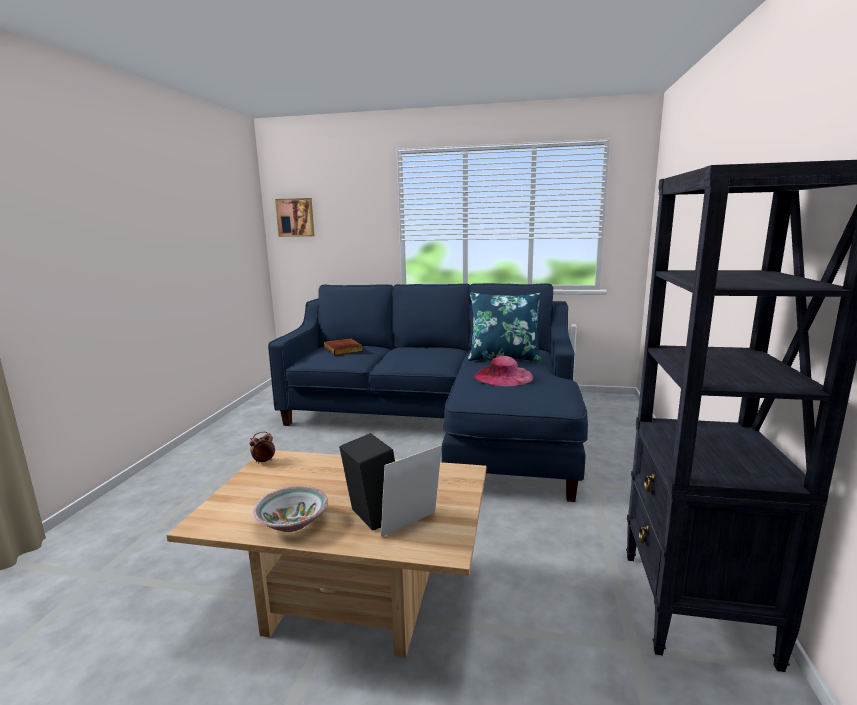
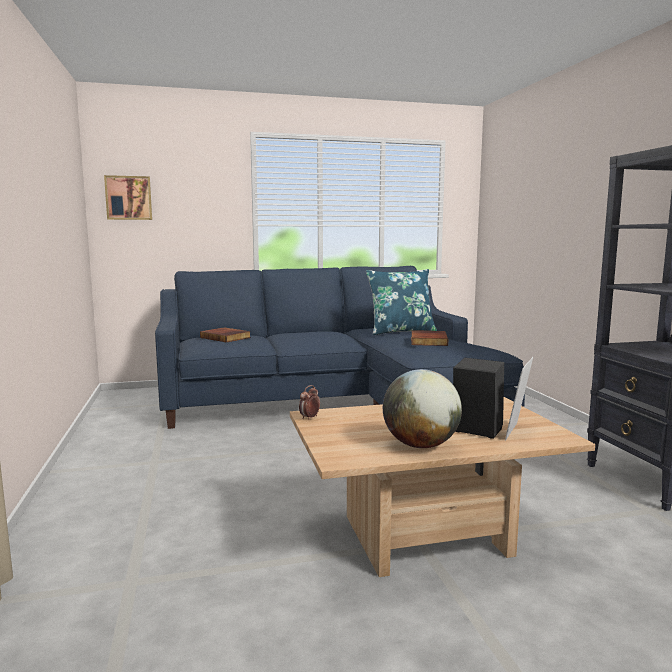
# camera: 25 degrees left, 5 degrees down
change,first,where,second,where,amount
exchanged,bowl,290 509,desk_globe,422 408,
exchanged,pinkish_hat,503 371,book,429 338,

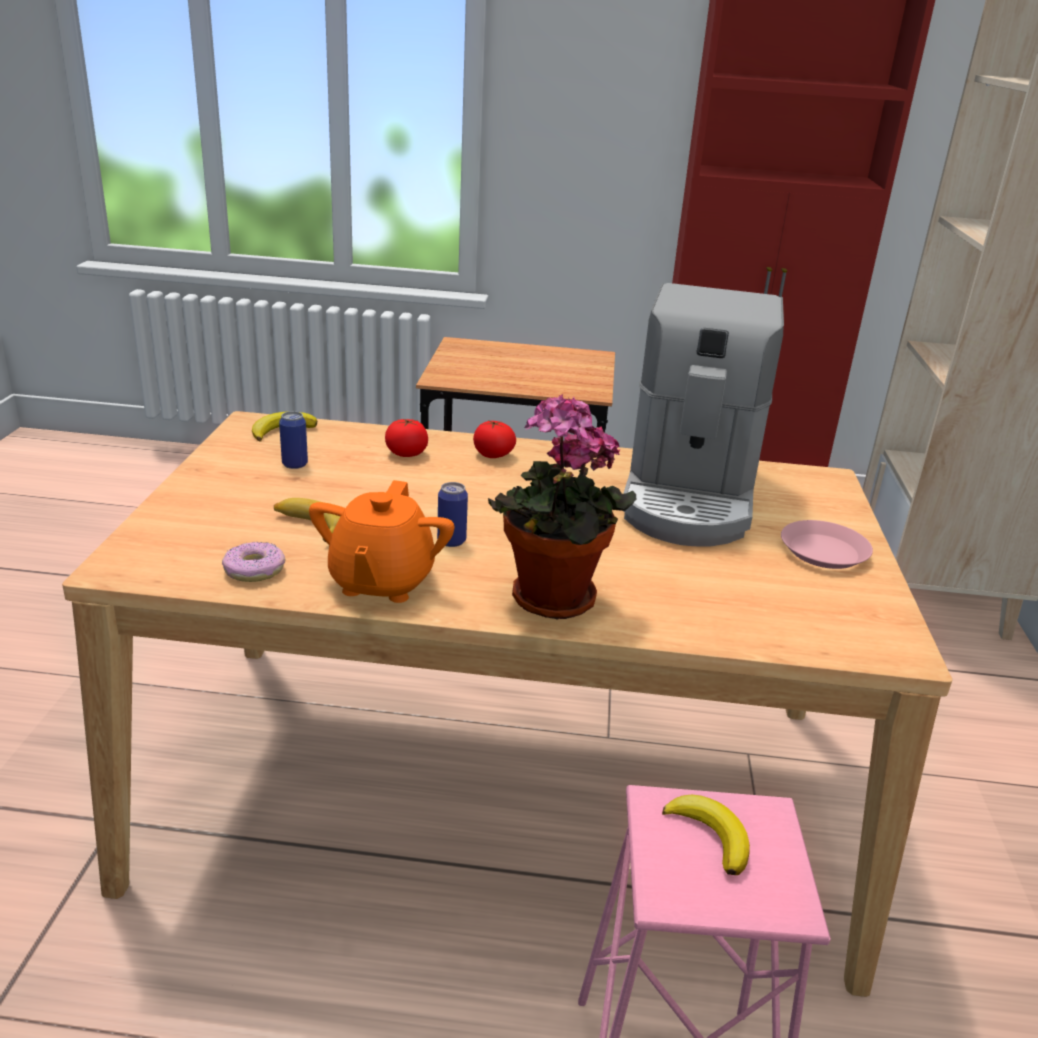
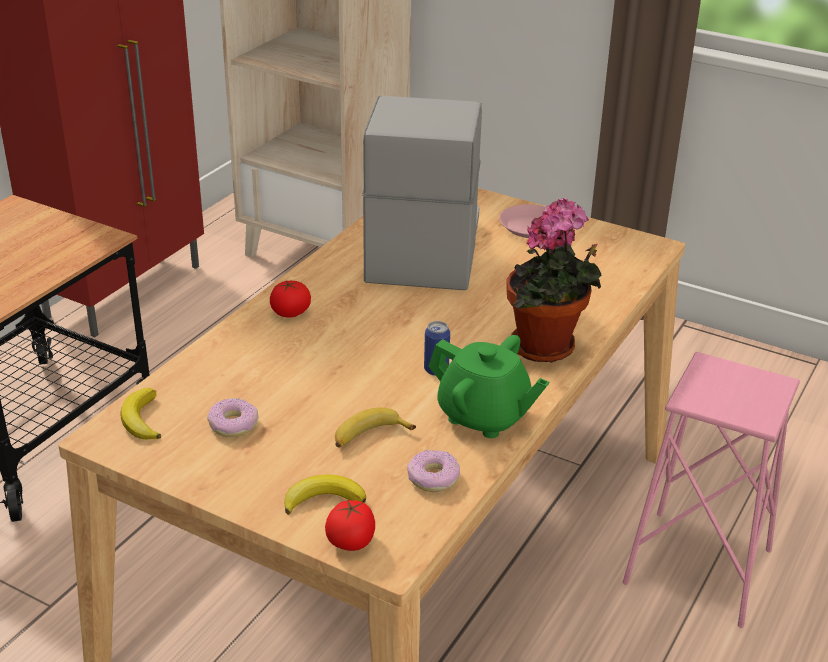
# camera: 65 degrees left, 5 degrees up
change,first,where,second,where,amount
relocated,whole_tomato,406 438,,350 525,
relocated,banana,706 834,,325 495,
exchanged,sealed_can,293 440,doughnut,233 417,
colour,orange_pot_for_tea,381 541,green_pot_for_tea,488 386,
spun,coffee_machine,703 415,,422 193,120 degrees counterclockwise

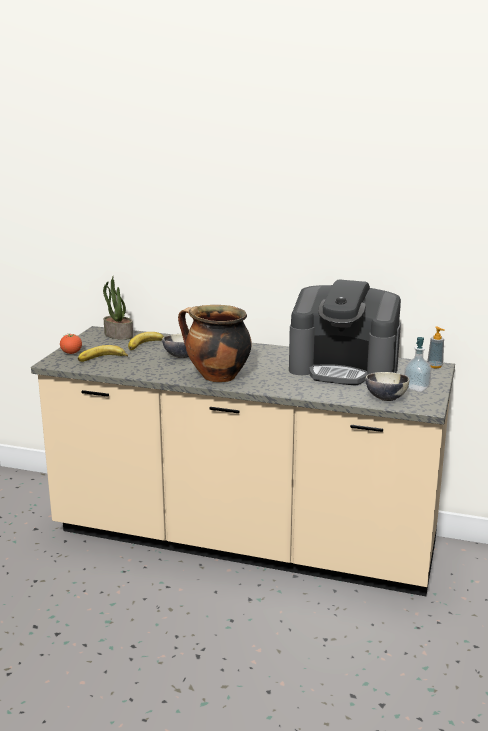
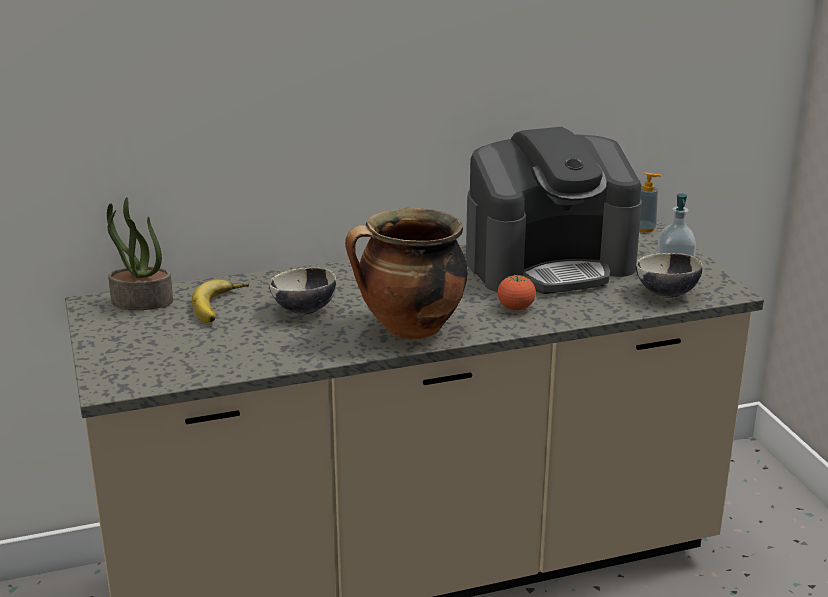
# camera: 35 degrees left, 5 degrees up
change,first,where,second,where,amount
missing,banana,103 353,,,
relocated,whole_tomato,71 344,,517 292,

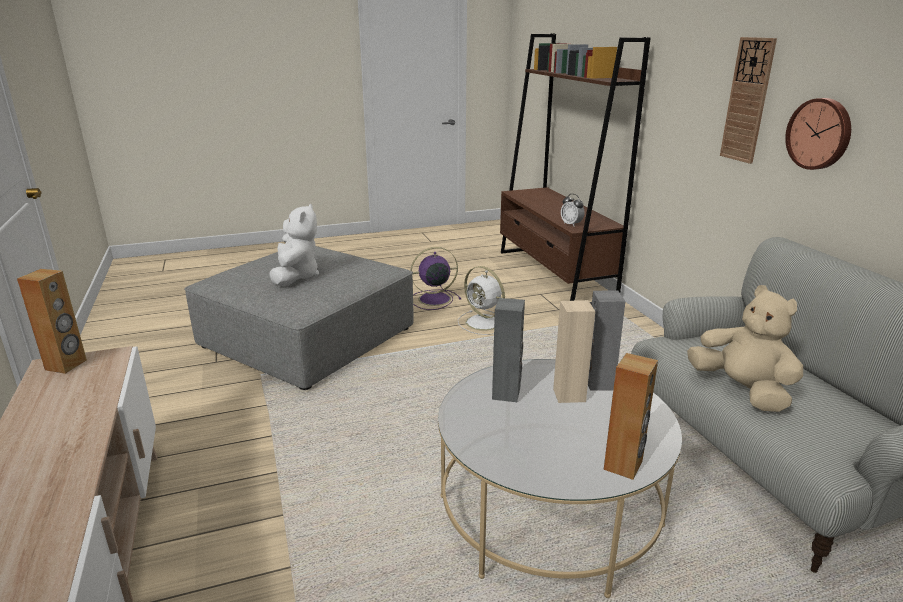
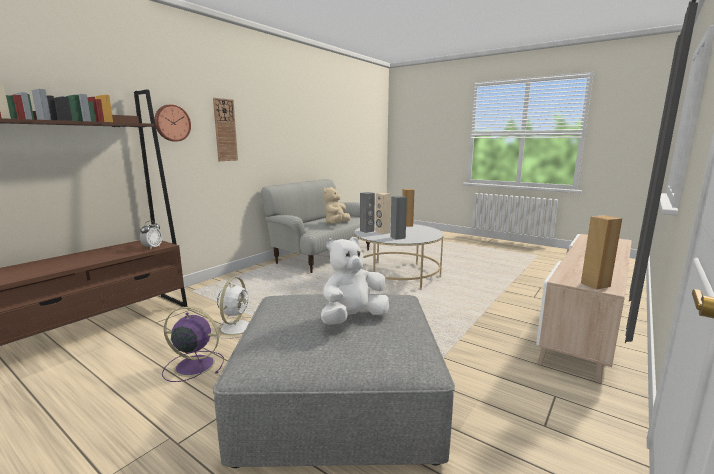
# camera: 125 degrees left, 10 degrees down
change,first,where,second,where,amount
relocated,wall_clock,818 134,,173 122,
spun,purple_electric_fan,435 278,,193 344,150 degrees clockwise

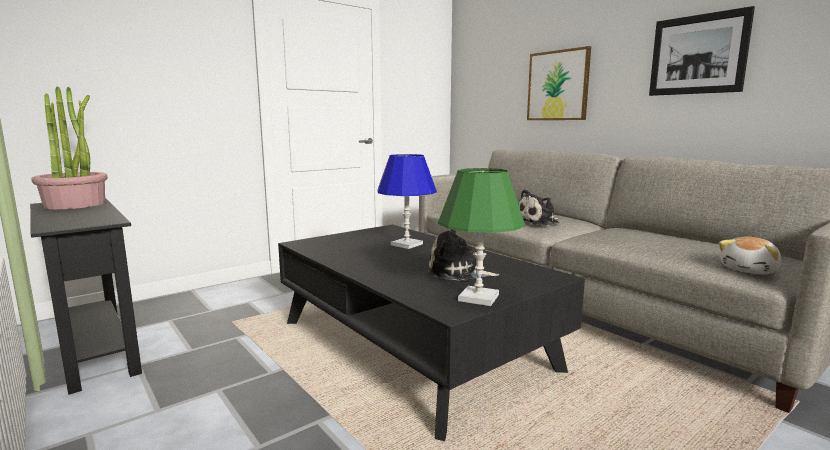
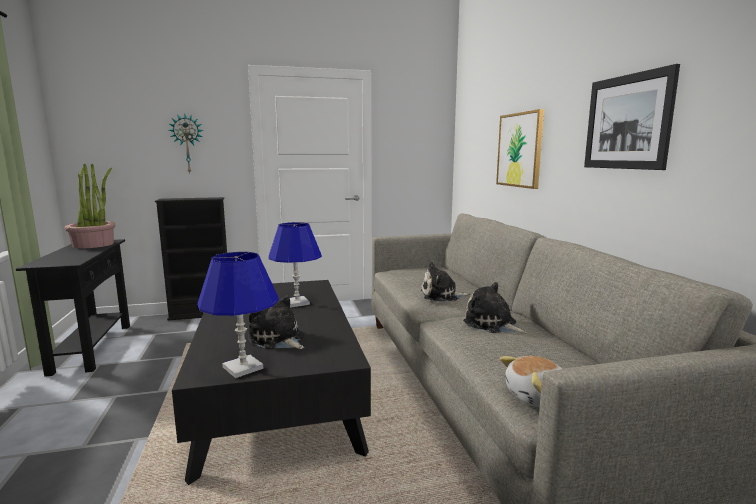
# camera: 25 degrees right, 0 degrees up
change,first,where,second,where,amount
appeared,,,black-coloured_bookcase,191 259,
appeared,,,wall_clock,185 143,
appeared,,,soft_toy,495 307,
colour,green_lamp_for_a_table,481 237,bluish_lamp_for_a_table,238 315,

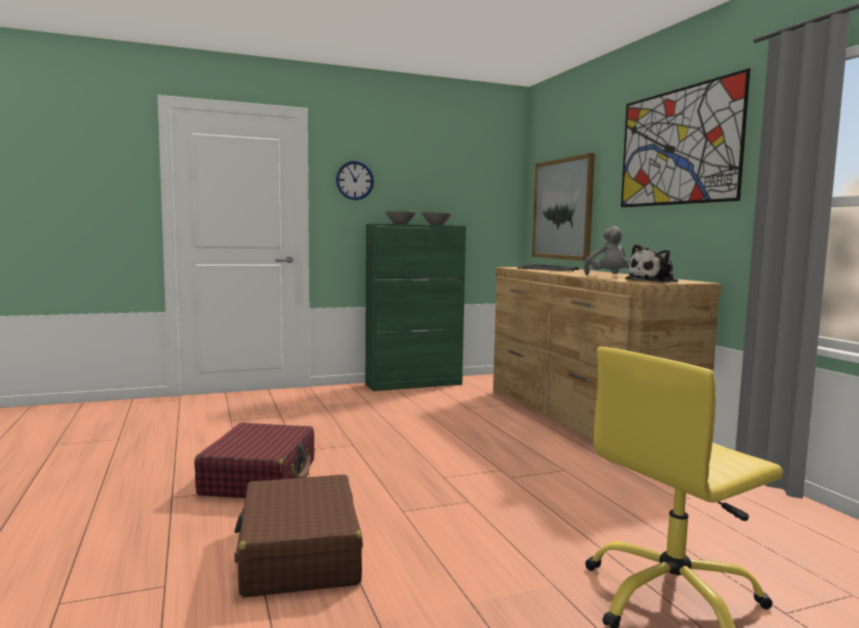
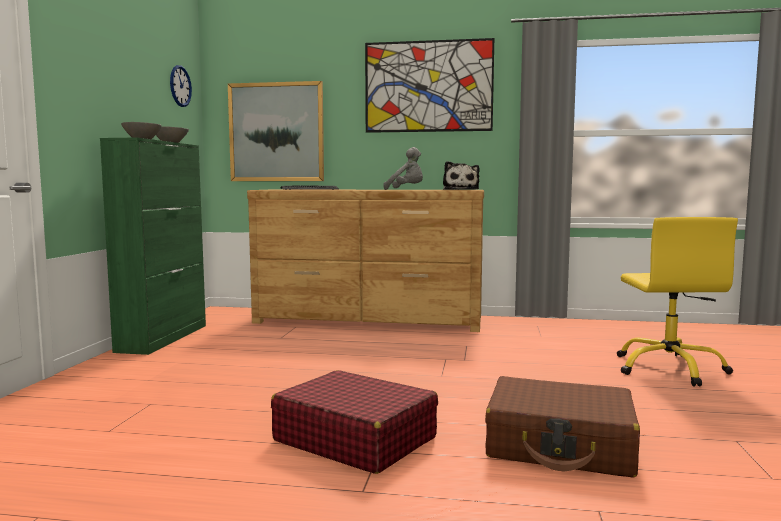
# camera: 60 degrees left, 0 degrees up
change,first,where,second,where,amount
relocated,wall_clock,355 180,,181 86,

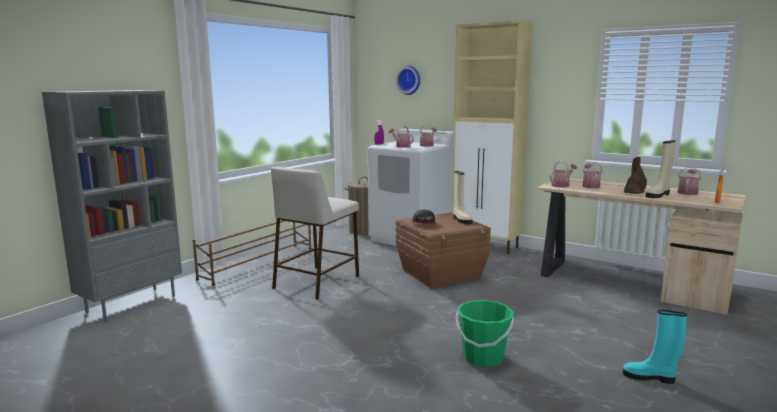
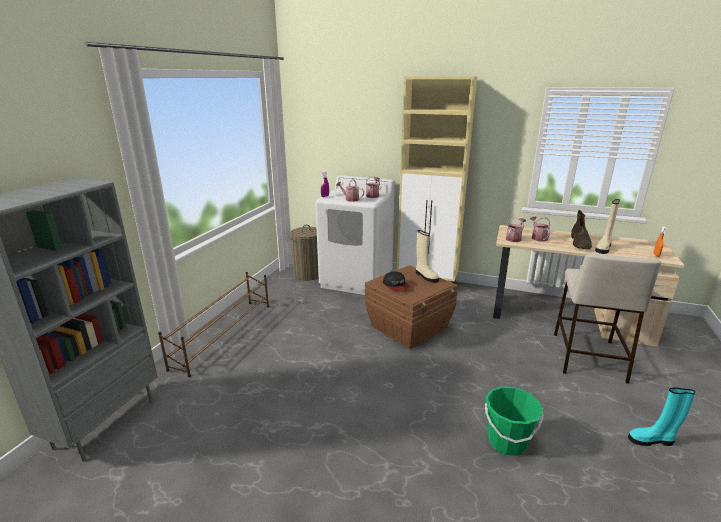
# camera: 15 degrees left, 10 degrees up
change,first,where,second,where,amount
missing,wall_clock,408 80,,,
missing,watering_can,689 181,,,
relocated,beige_stool_seat,315 233,,607 319,

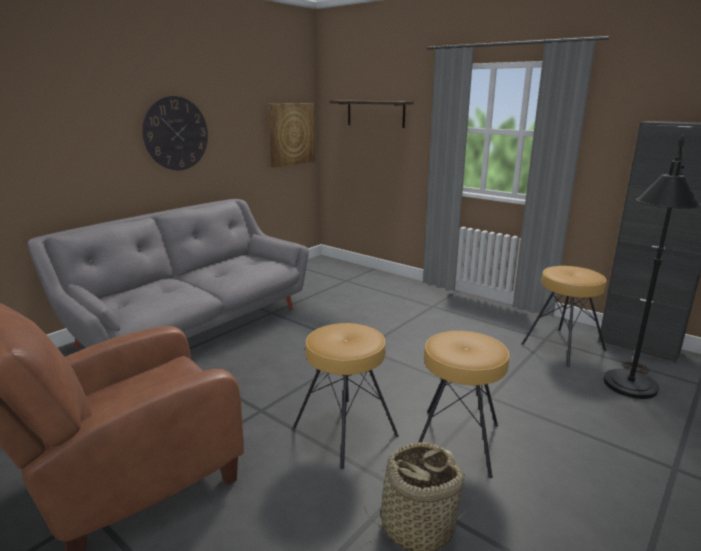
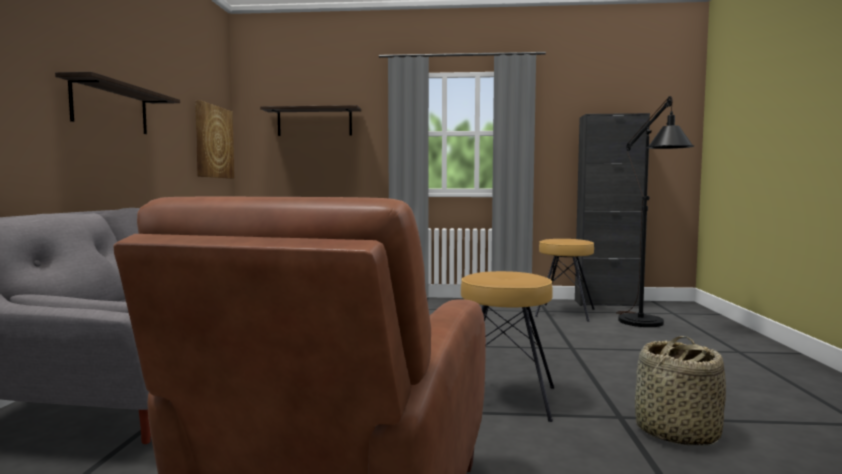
# camera: 35 degrees left, 15 degrees down
change,first,where,second,where,amount
missing,brown_stool_seat,464 404,,,
exchanged,wall_clock,175 133,wall_shelf,117 103,

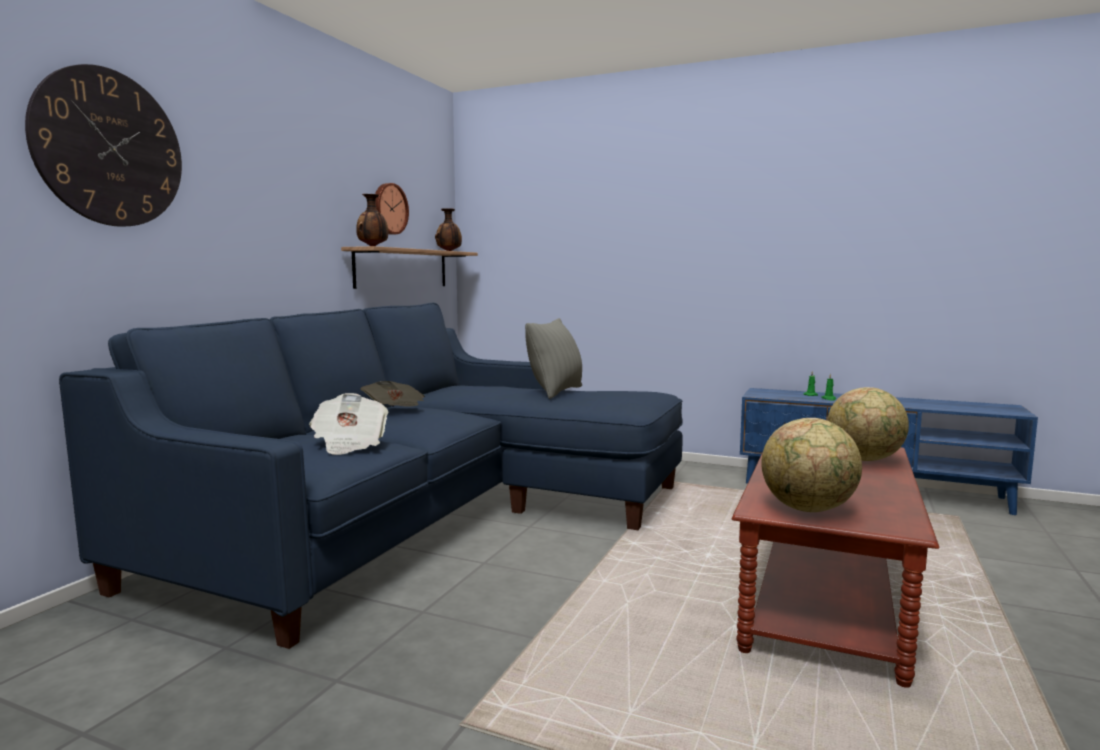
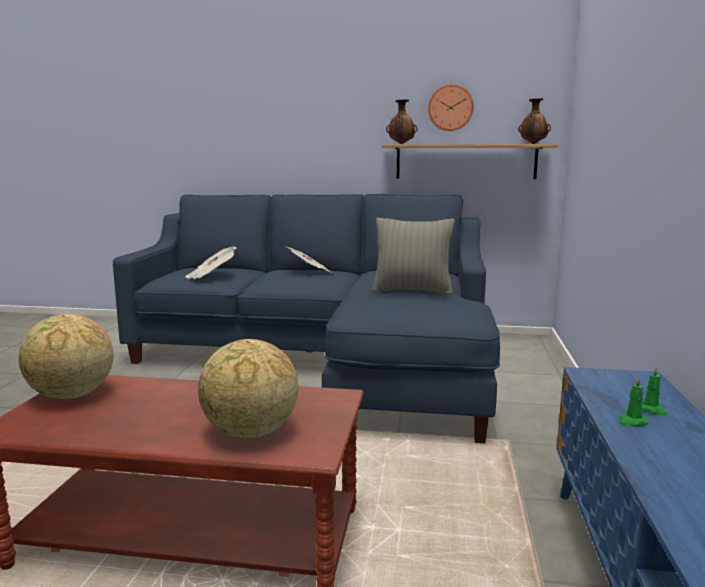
# camera: 75 degrees right, 5 degrees up
change,first,where,second,where,amount
missing,wall_clock,103 145,,,

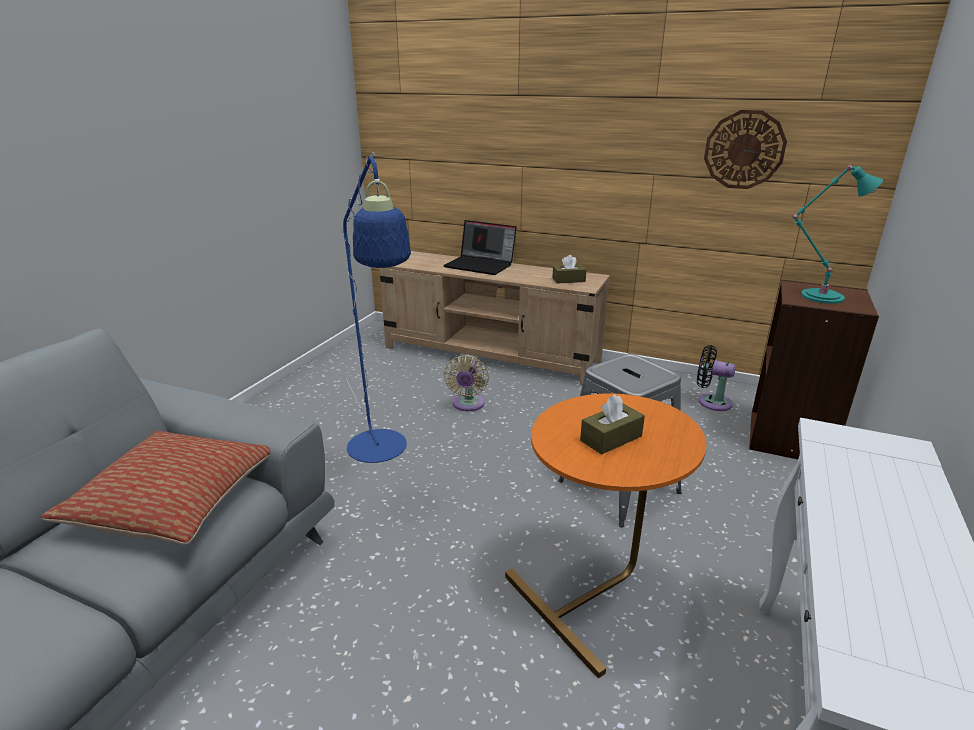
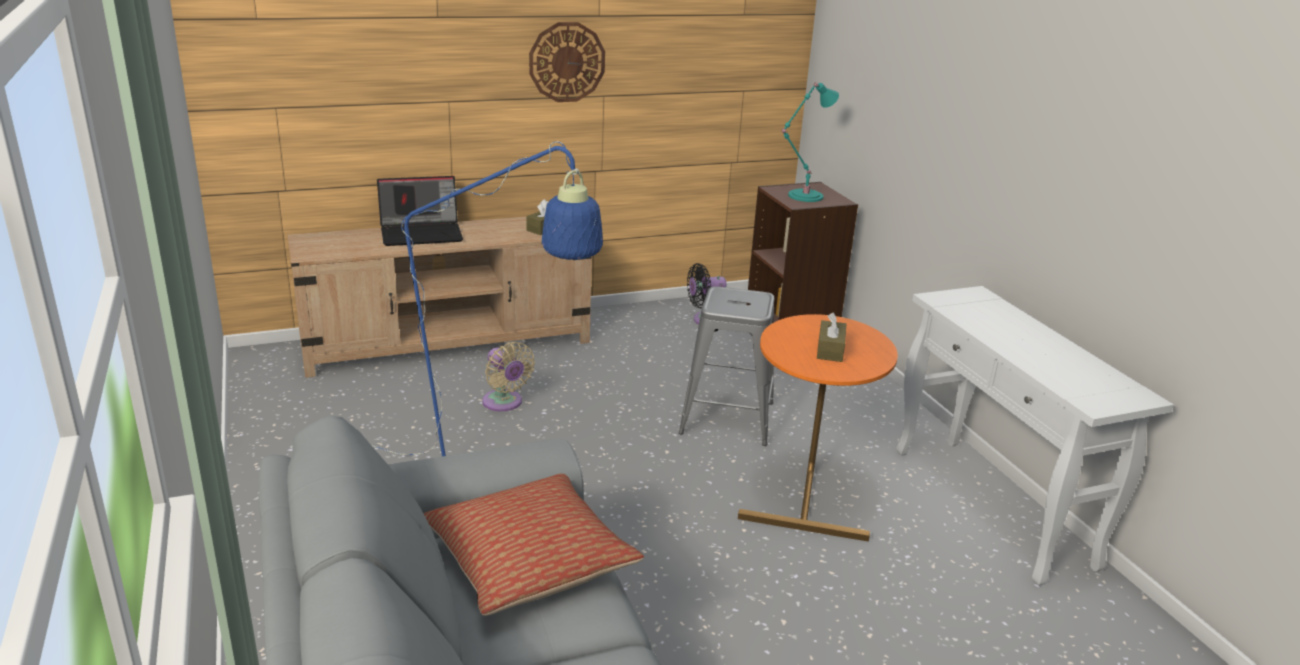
# camera: 45 degrees left, 0 degrees up
change,first,where,second,where,amount
relocated,wall_clock,745 149,,567 62,

